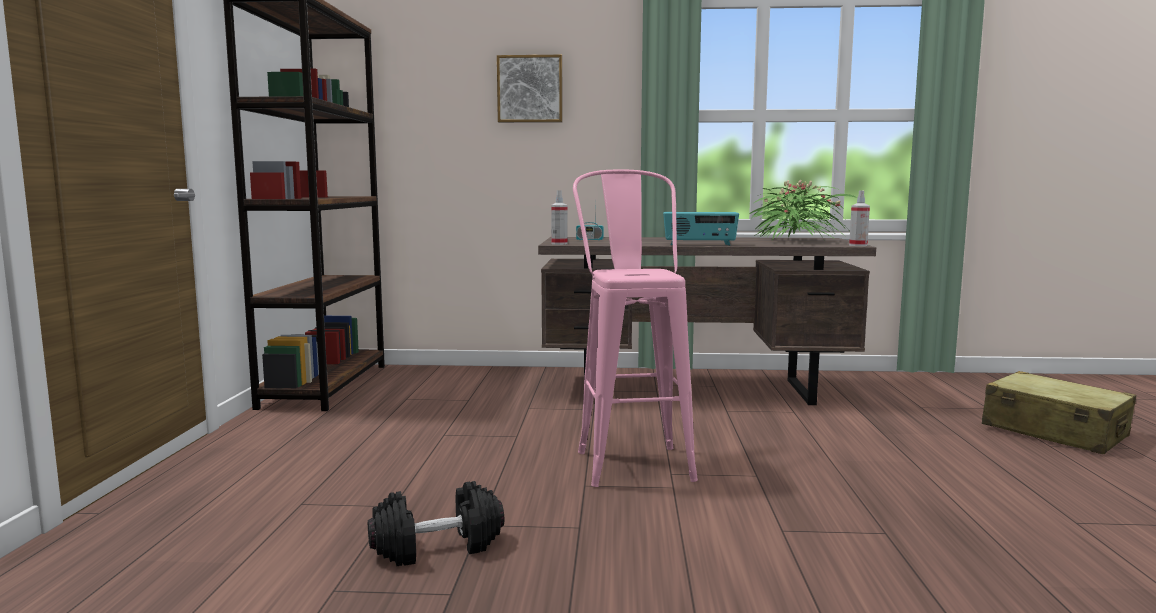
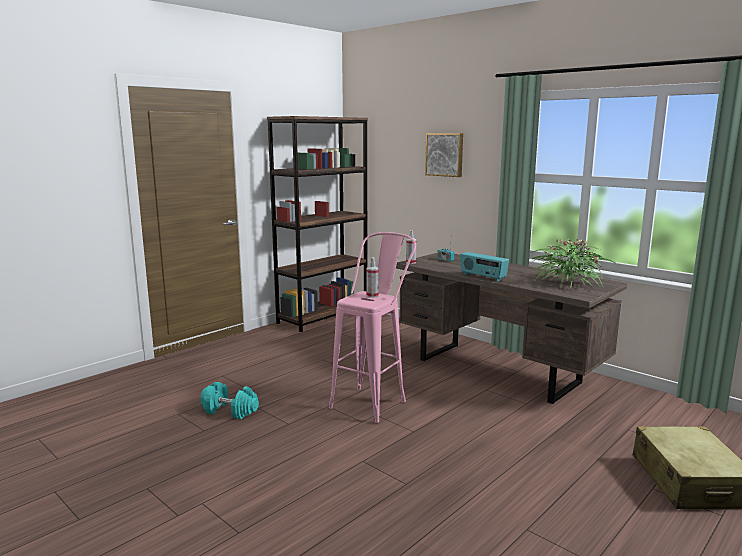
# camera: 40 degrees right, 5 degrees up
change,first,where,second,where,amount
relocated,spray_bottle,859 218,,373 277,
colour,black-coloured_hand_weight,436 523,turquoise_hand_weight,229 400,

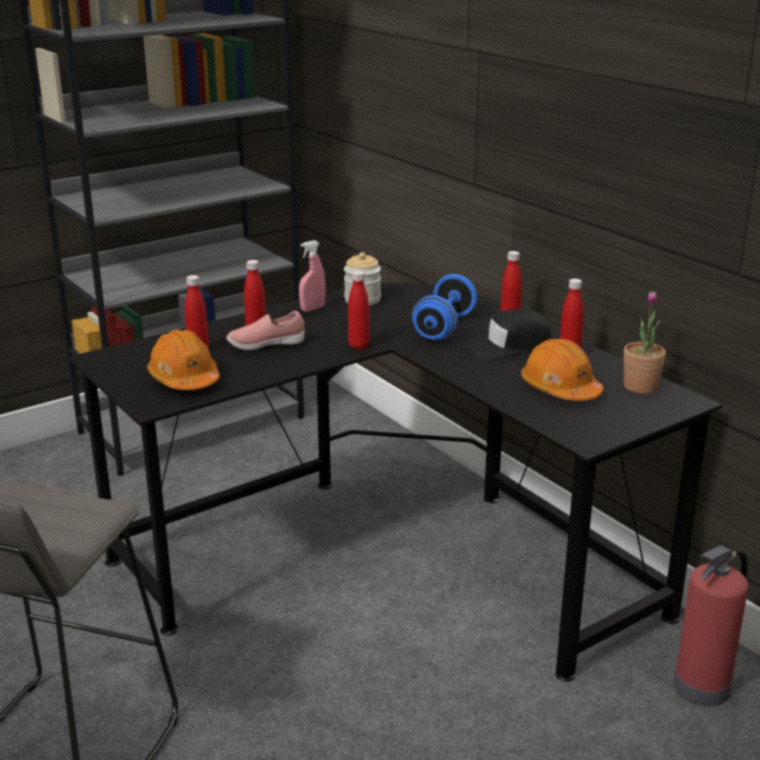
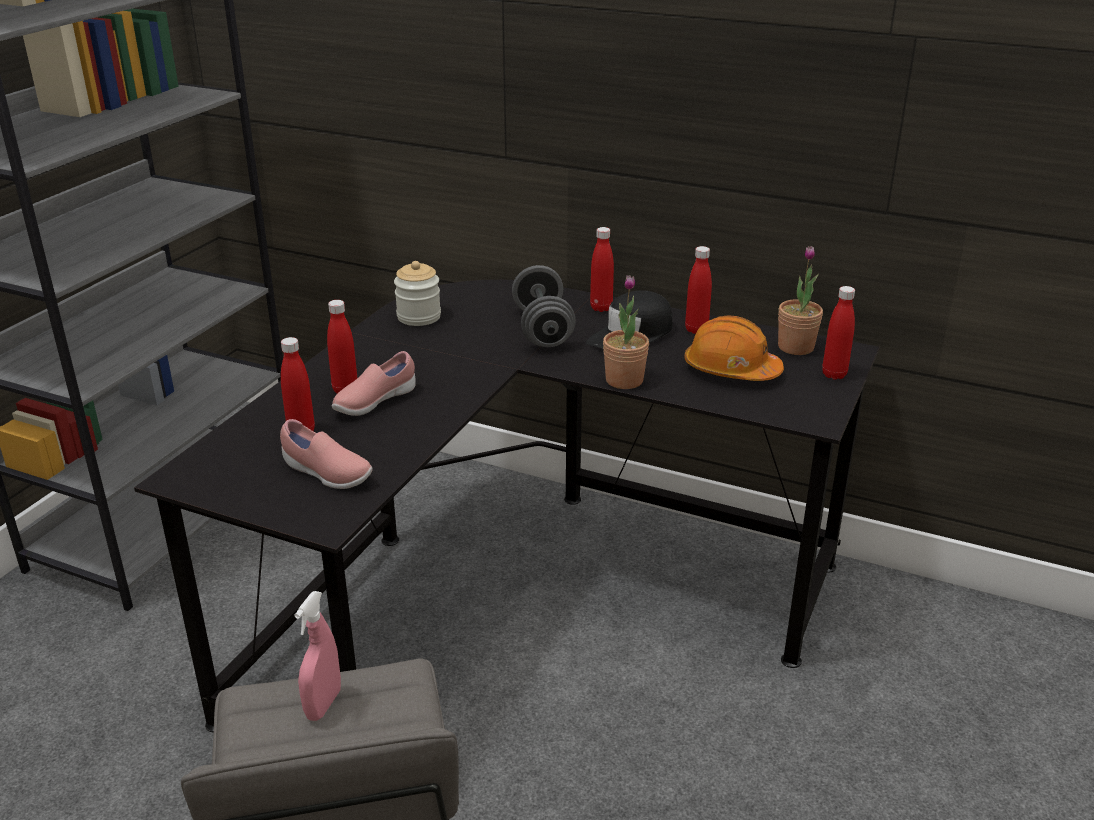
# camera: 30 degrees left, 5 degrees up
change,first,where,second,where,amount
missing,fire_extinguisher,710 626,,,
appeared,,,houseplant,626 332,
relocated,pinkish_spray_bottle,312 276,,317 656,
relocated,reddish_beverage_bottle,358 310,,838 333,
exchanged,orange_work_helmet,183 360,pinkish_low_shoe,326 454,
colour,bluish_hand_weight,444 307,greyish_hand_weight,544 306,

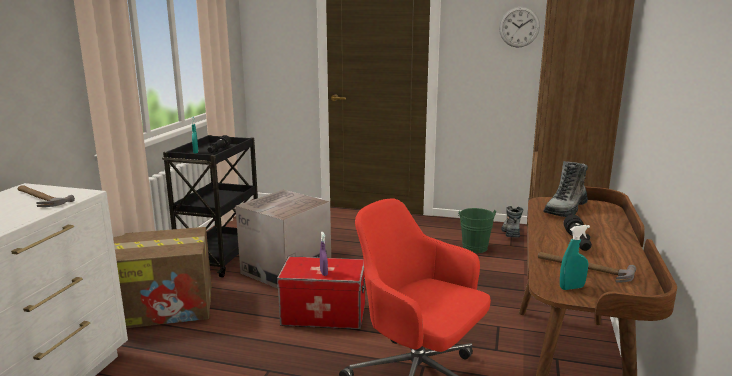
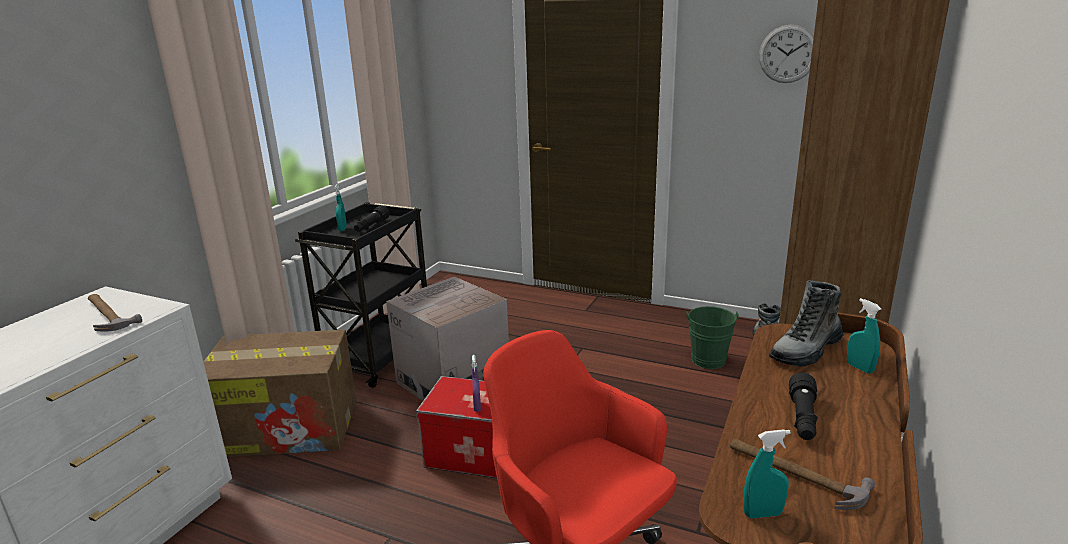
# camera: 10 degrees right, 5 degrees up
change,first,where,second,where,amount
appeared,,,turquoise_spray_bottle,864 336,

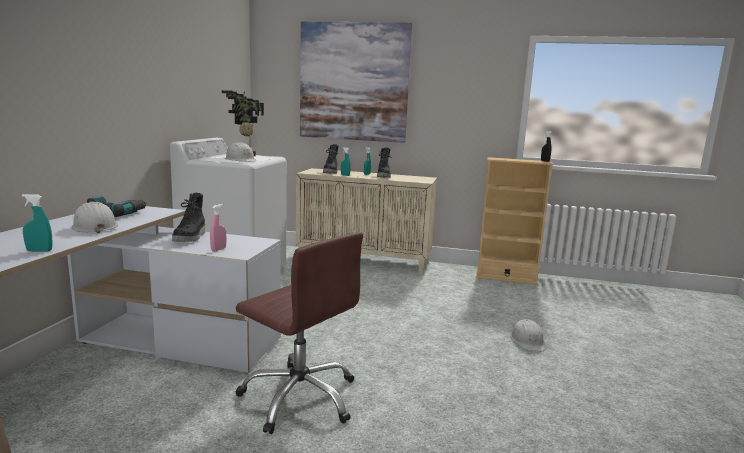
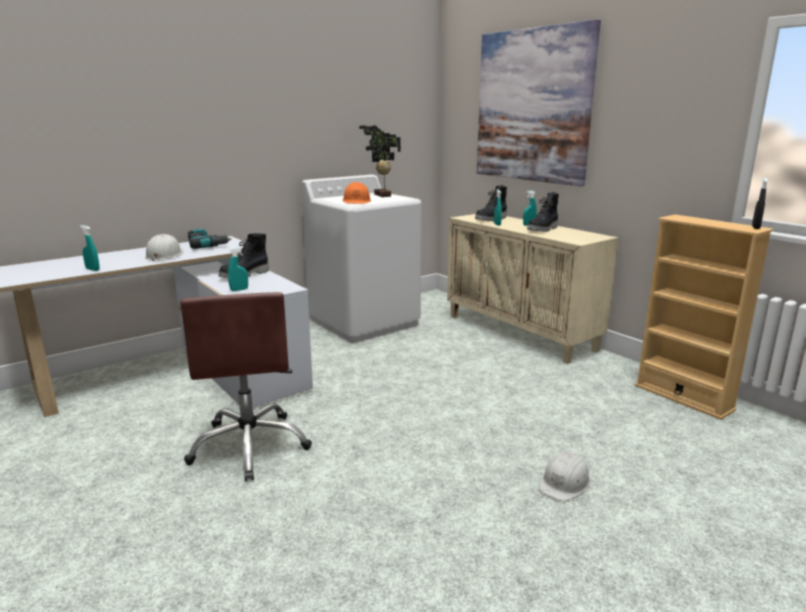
# camera: 40 degrees right, 5 degrees up
change,first,where,second,where,amount
colour,pinkish_spray_bottle,218 228,turquoise_spray_bottle,238 269,
colour,whitish_work_helmet,241 152,orange_work_helmet,356 193,

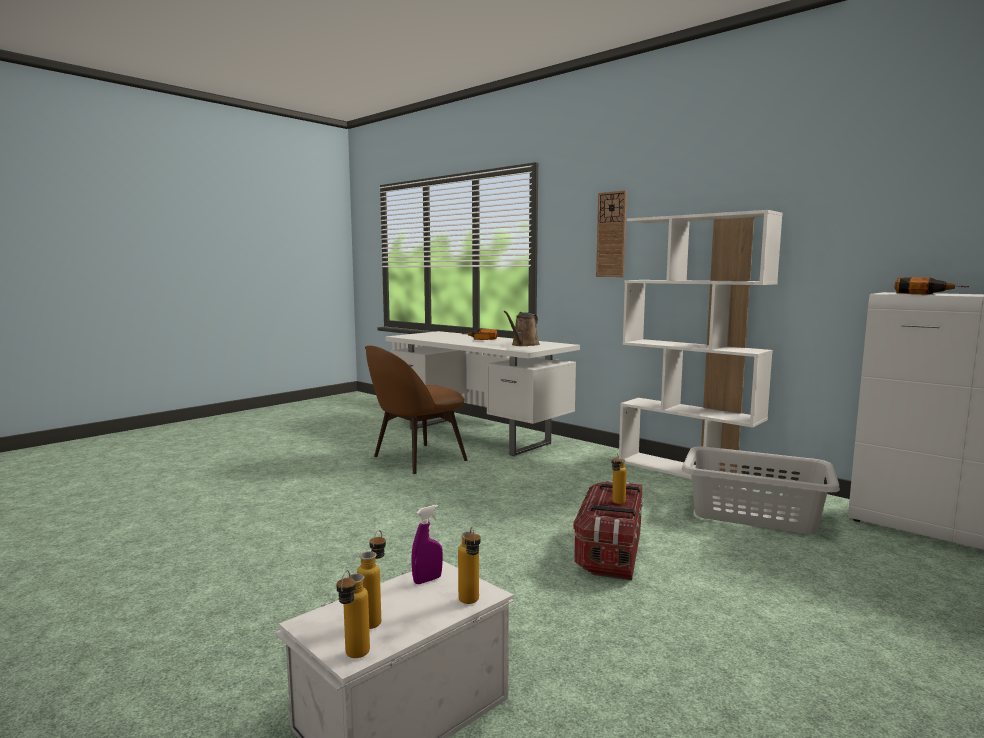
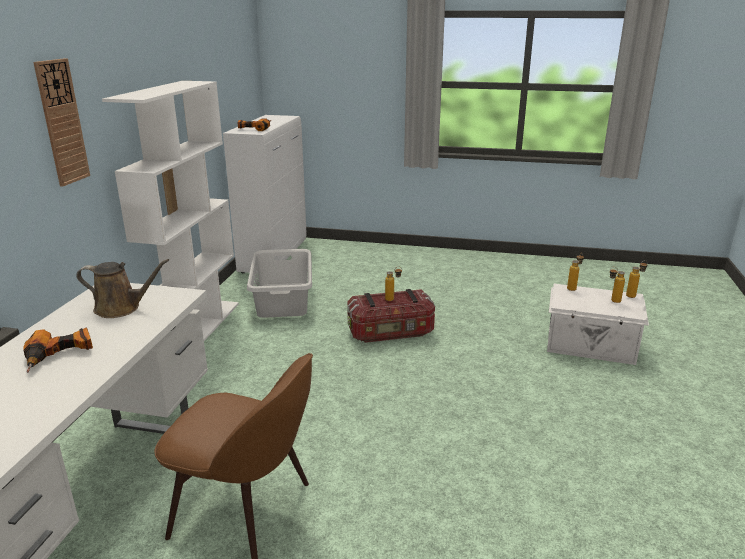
# camera: 120 degrees left, 15 degrees up
change,first,where,second,where,amount
missing,purple_spray_bottle,427 544,,,

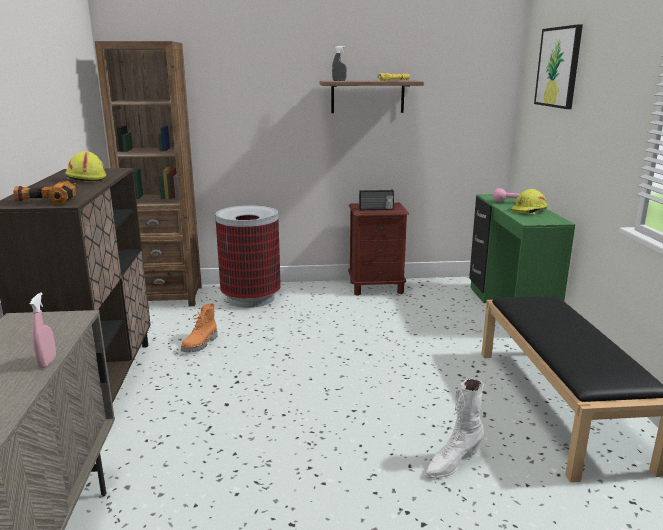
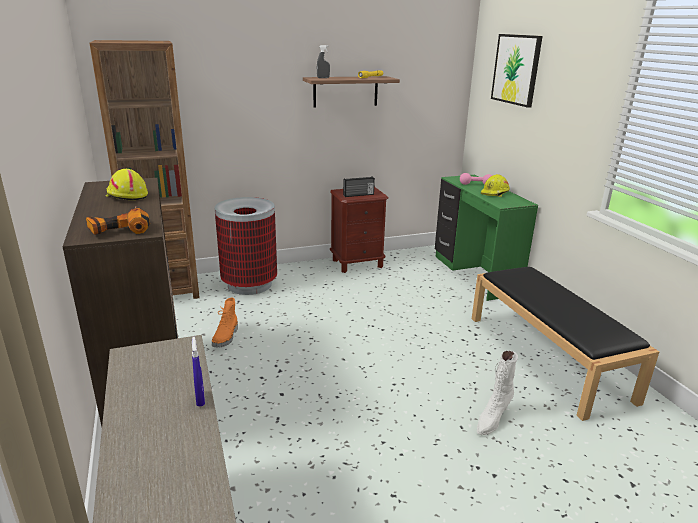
# camera: 15 degrees left, 5 degrees up
change,first,where,second,where,amount
colour,pinkish_spray_bottle,43 330,bluish_spray_bottle,198 372,

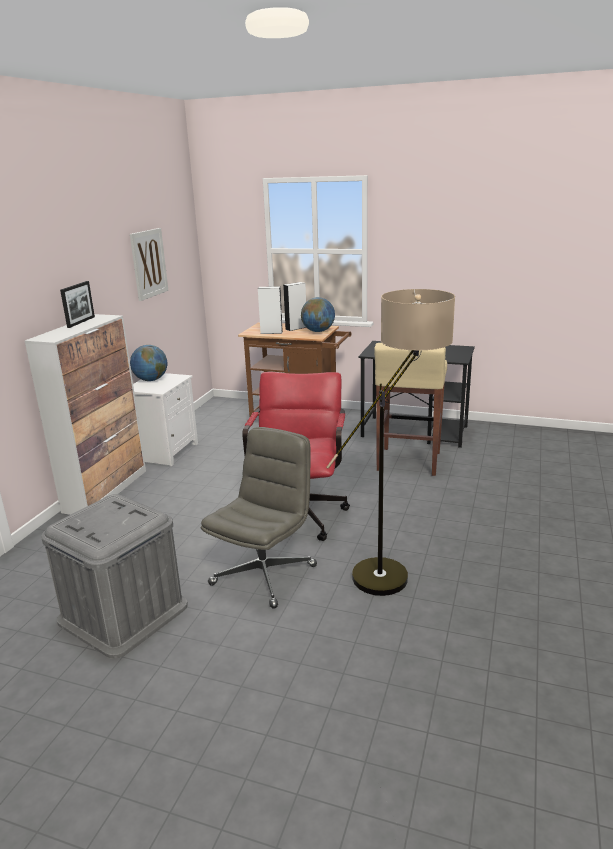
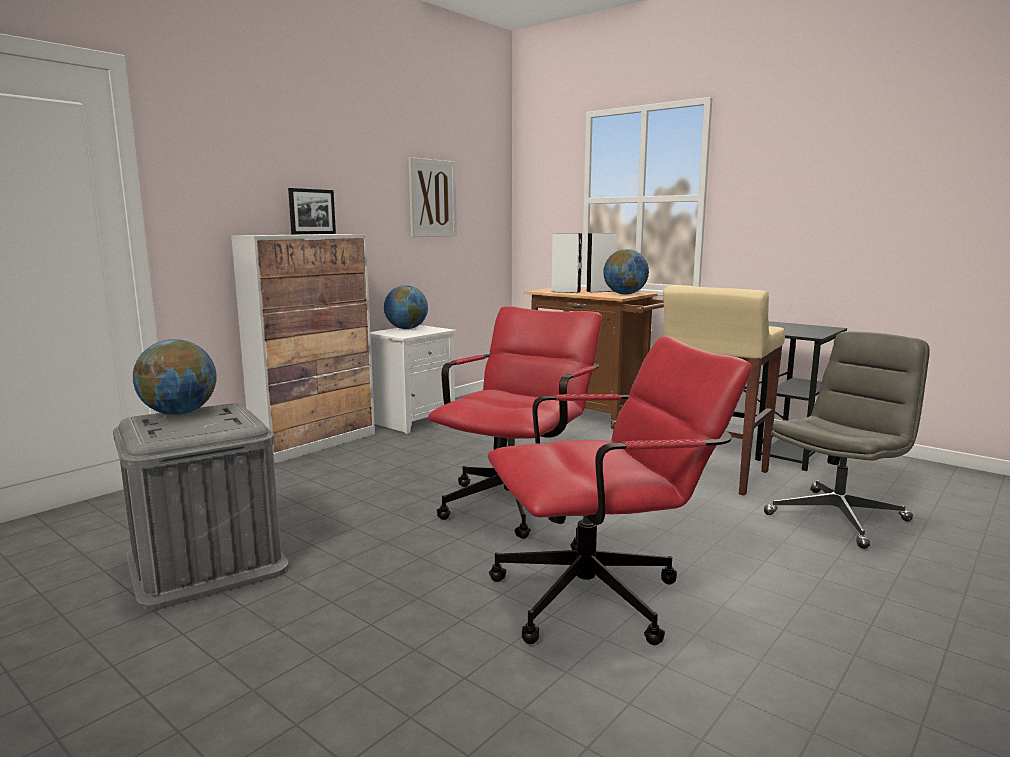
# camera: 20 degrees right, 10 degrees down
change,first,where,second,where,amount
appeared,,,desk_globe,175 377,
relocated,greyish_desk_chair,259 518,,847 440,
exchanged,floor_lamp,390 442,reddish_desk_chair,619 490,

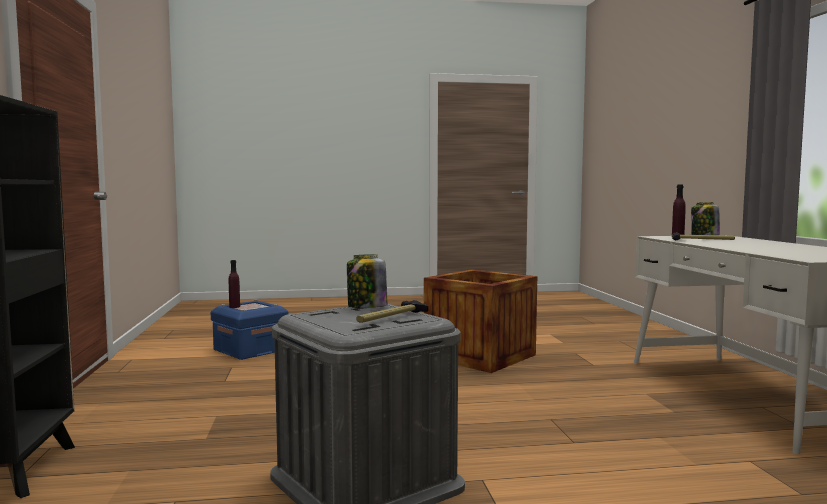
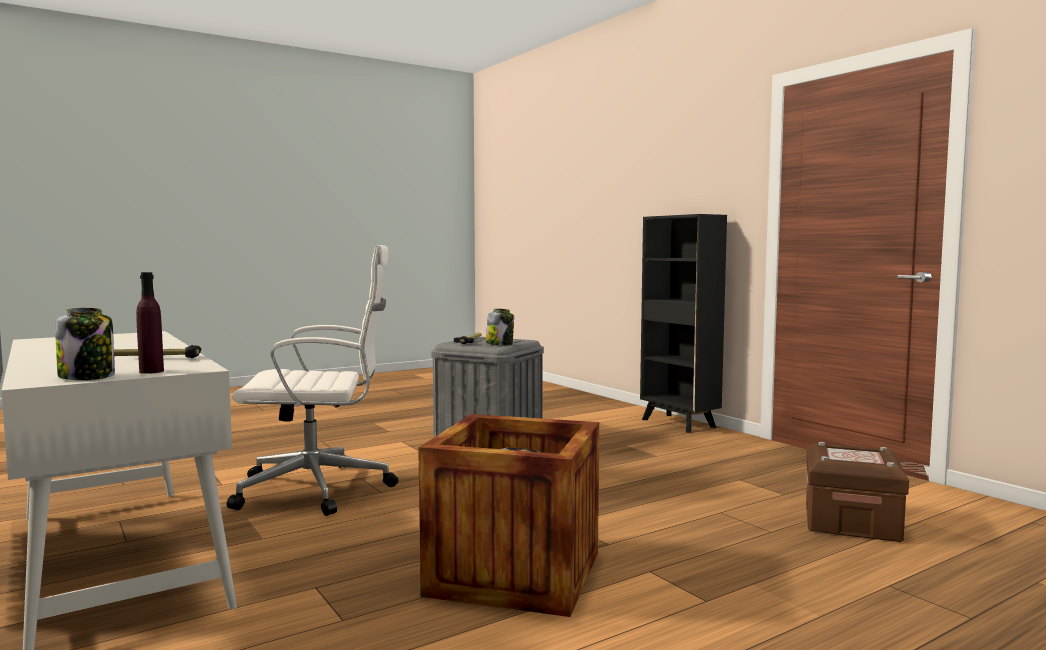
# camera: 155 degrees right, 0 degrees up
change,first,where,second,where,amount
missing,purple_beverage_bottle,234 284,,,
appeared,,,whitish_desk_chair,312 380,
colour,bluish_storage_container,250 329,brown_storage_container,857 492,

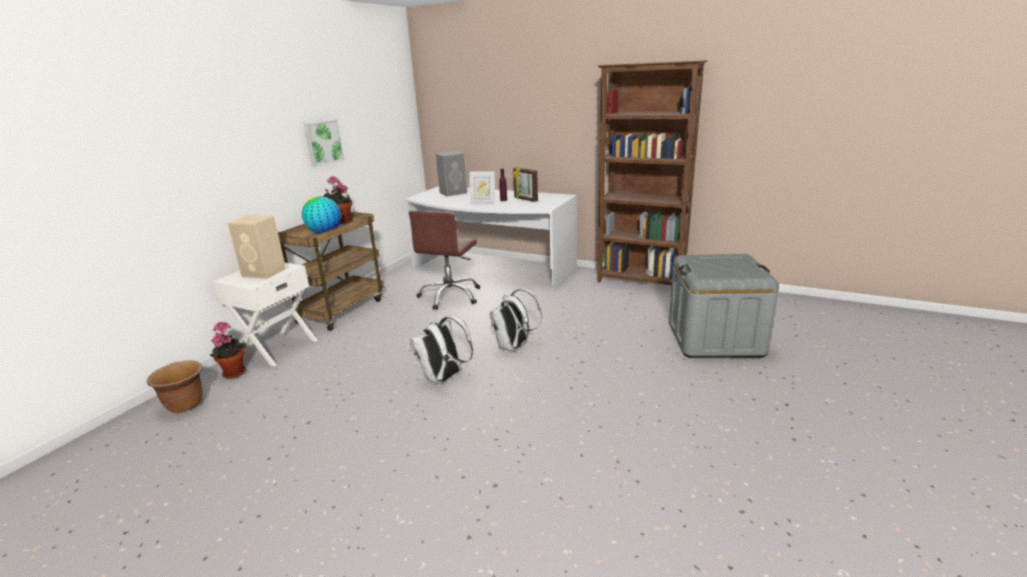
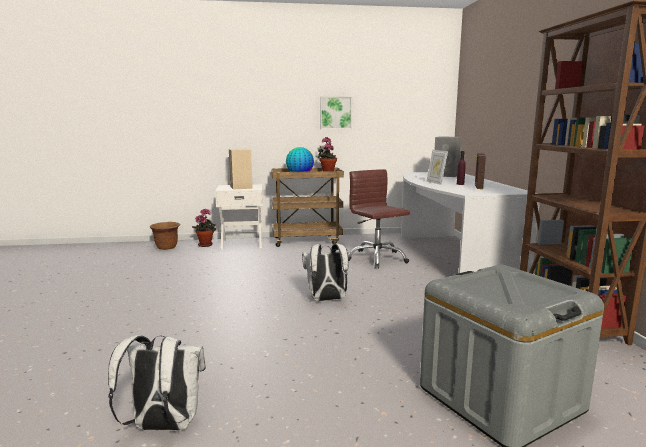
# camera: 55 degrees right, 10 degrees down
change,first,where,second,where,amount
relocated,whitish_rucksack,441 350,,157 383,
spun,brown_desk_chair,444 260,,379 219,75 degrees clockwise

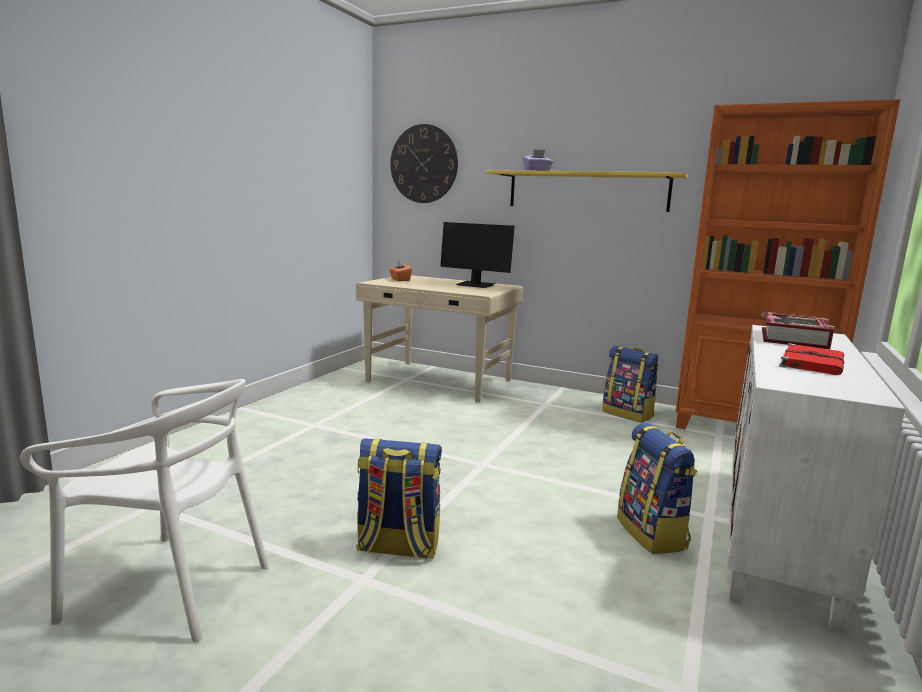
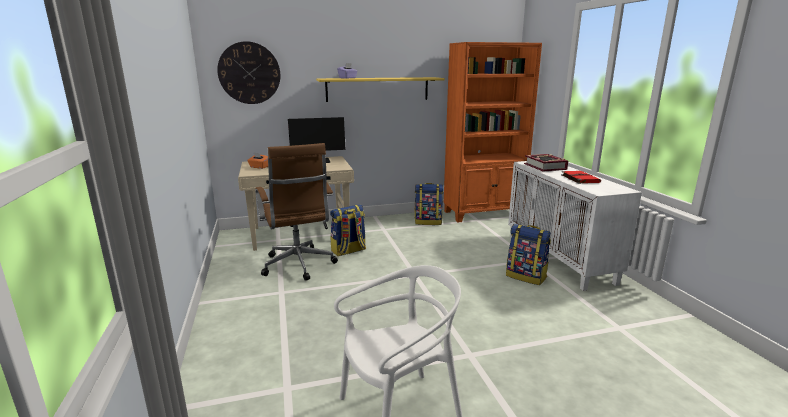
# camera: 40 degrees left, 5 degrees up
change,first,where,second,where,amount
appeared,,,brown_desk_chair,297 212,
relocated,rucksack,399 498,,348 230,

